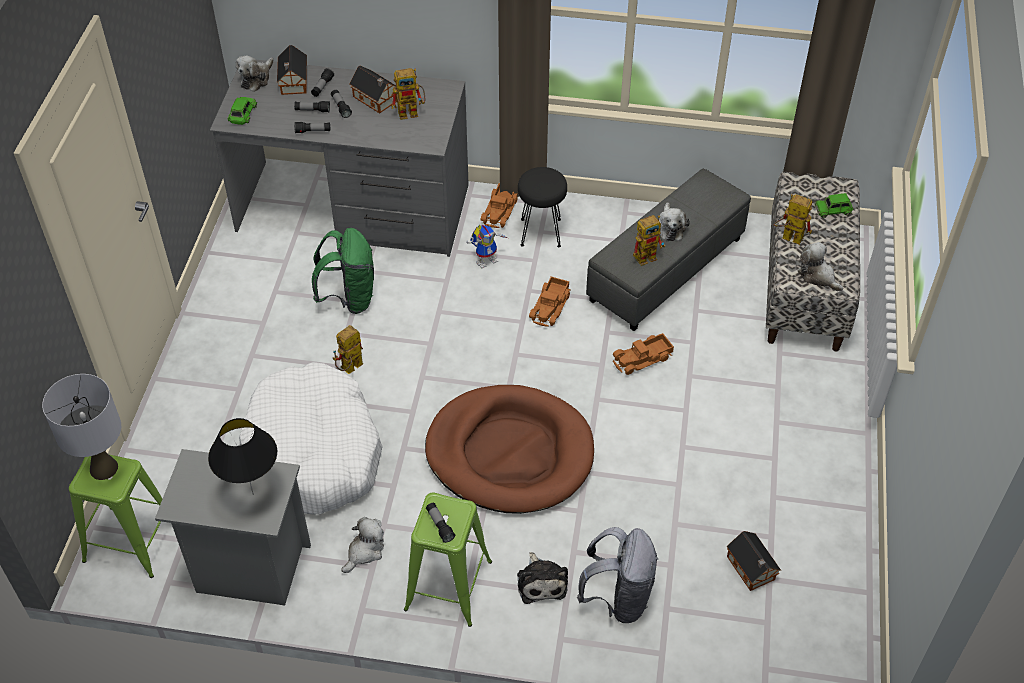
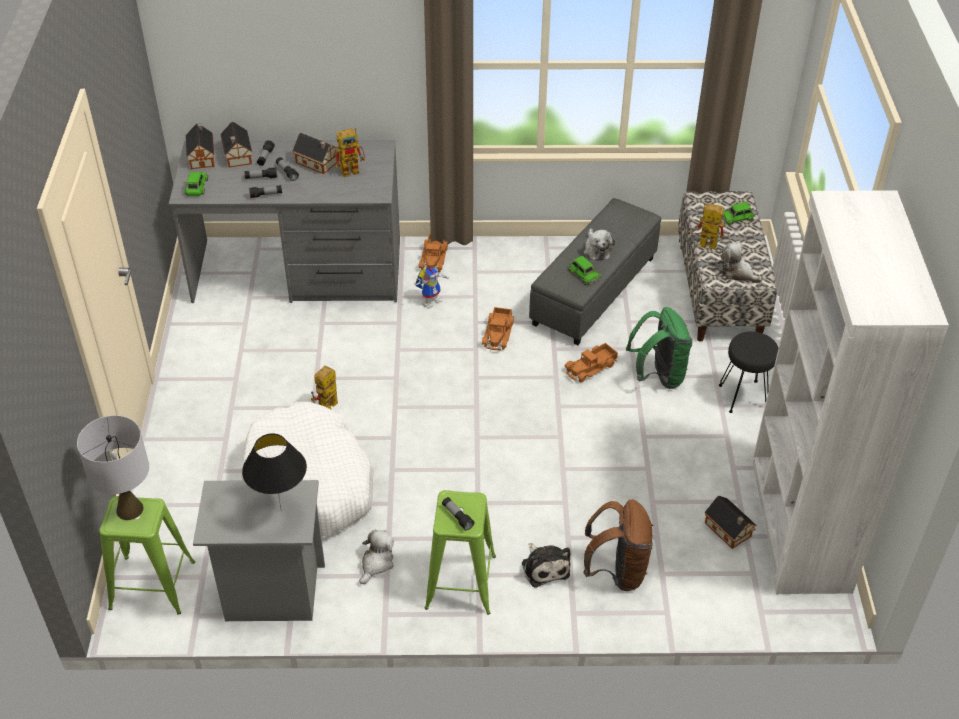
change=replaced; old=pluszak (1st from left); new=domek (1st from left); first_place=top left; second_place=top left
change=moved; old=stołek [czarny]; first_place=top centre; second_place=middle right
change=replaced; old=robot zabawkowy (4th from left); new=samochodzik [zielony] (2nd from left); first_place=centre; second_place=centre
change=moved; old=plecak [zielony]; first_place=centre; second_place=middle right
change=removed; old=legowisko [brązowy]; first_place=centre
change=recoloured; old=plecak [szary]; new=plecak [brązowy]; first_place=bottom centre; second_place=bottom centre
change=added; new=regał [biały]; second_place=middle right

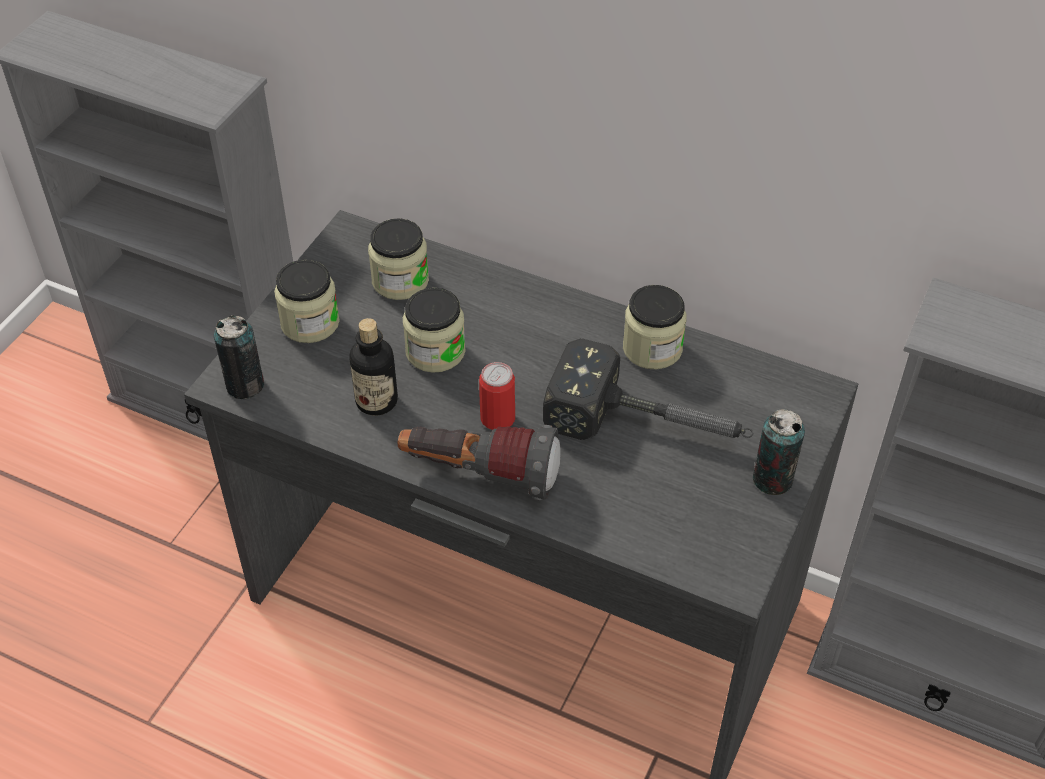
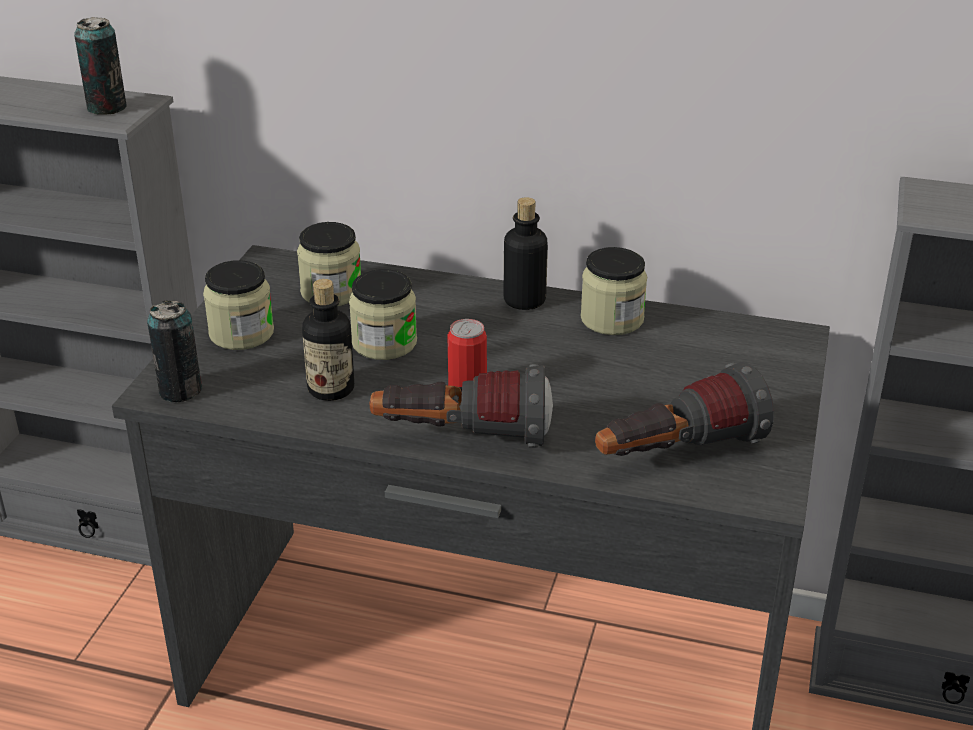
change=removed; old=młotek; first_place=centre
change=moved; old=puszka (3rd from left in the first image); new=puszka (1st from left); first_place=middle right; second_place=top left
change=added; new=butelka (2nd from left); second_place=centre
change=added; new=latarka (2nd from left); second_place=middle right

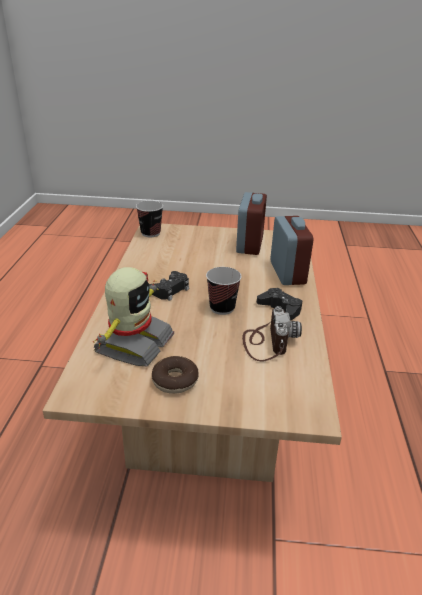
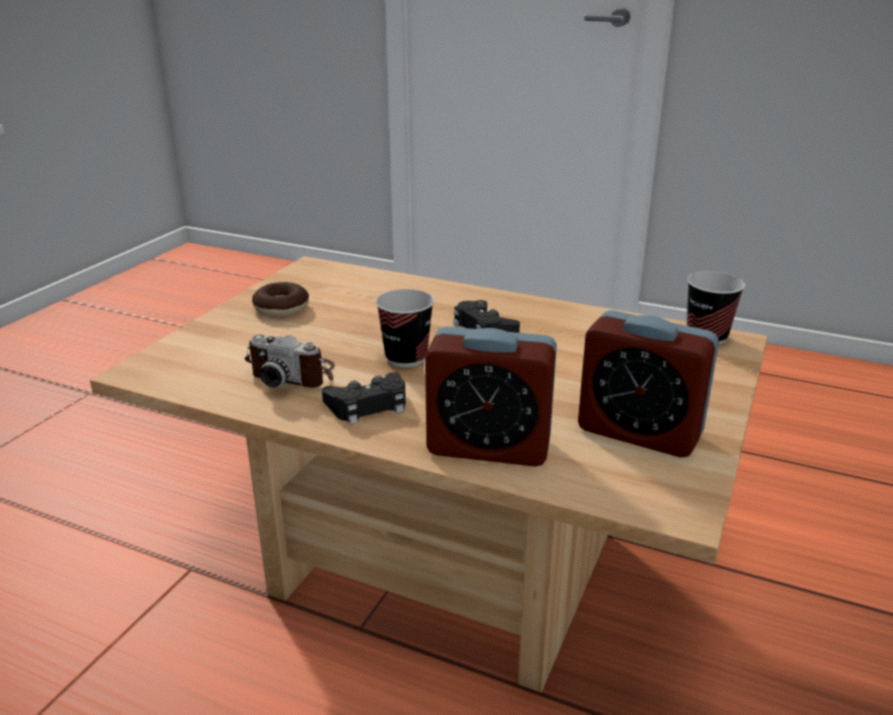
change=removed; old=robot zabawkowy; first_place=middle left

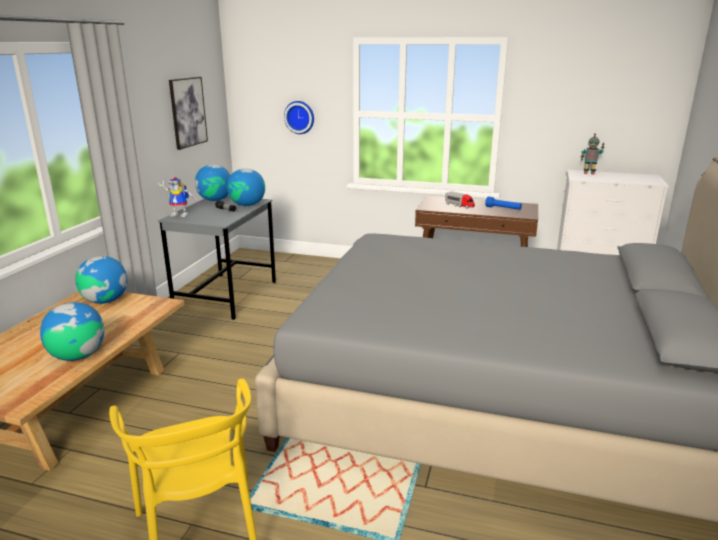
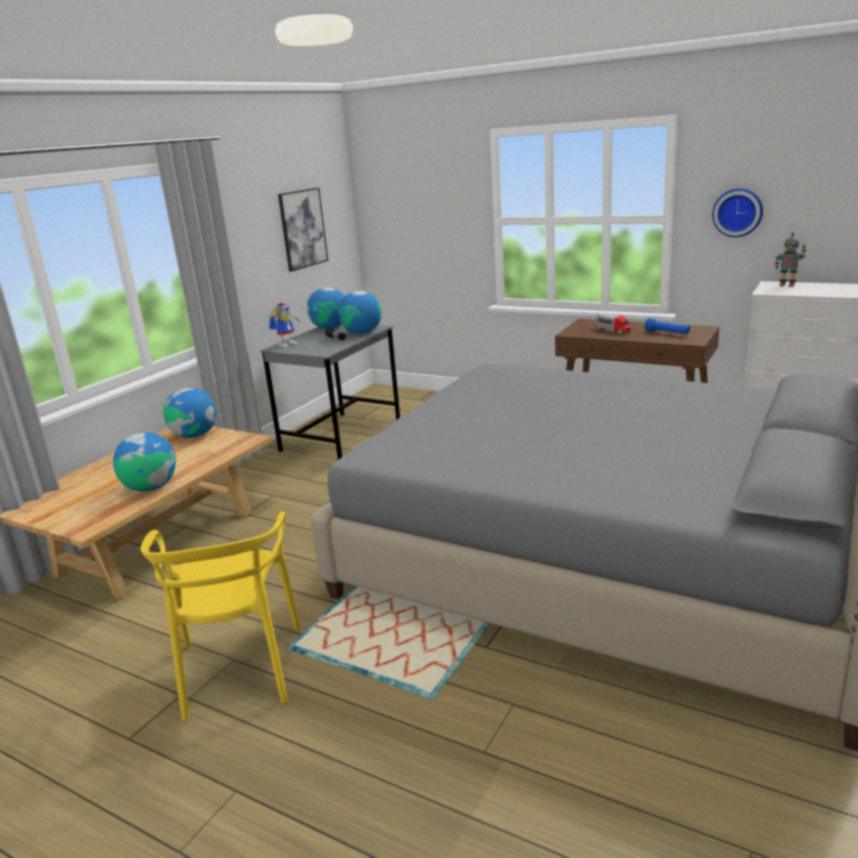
change=moved; old=zegar ścienny; first_place=top centre; second_place=top right
change=turned; old=robot zabawkowy (1st from left); first_place=middle left; second_place=middle left; degrees=-75

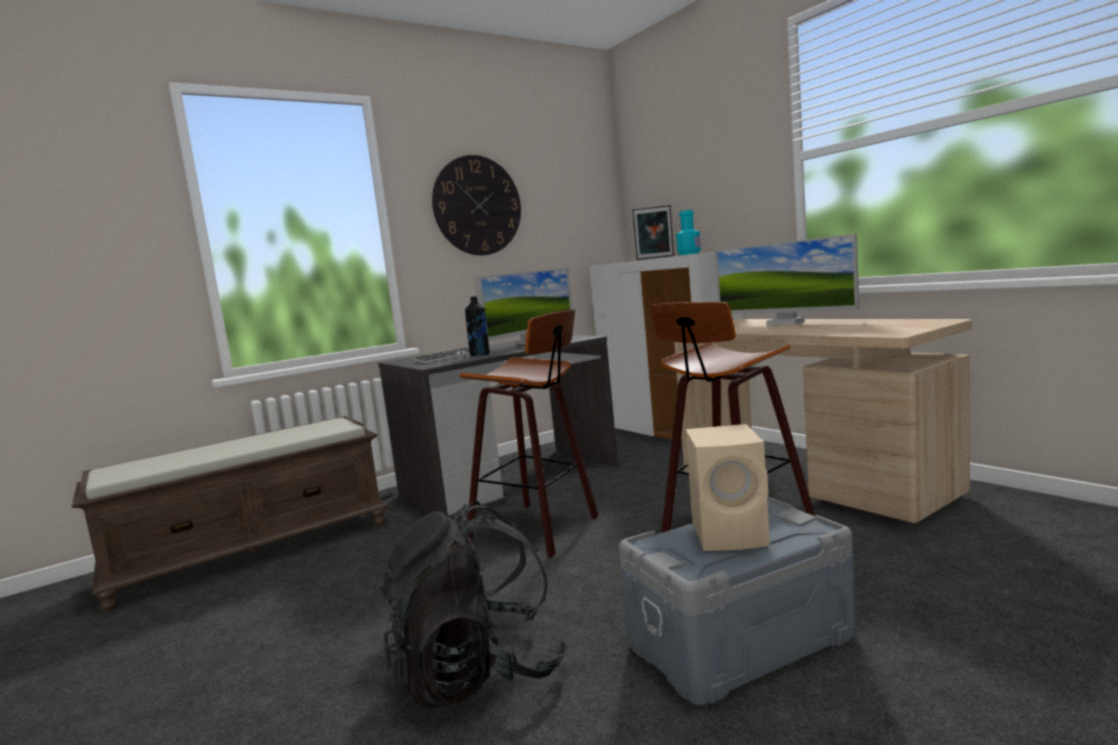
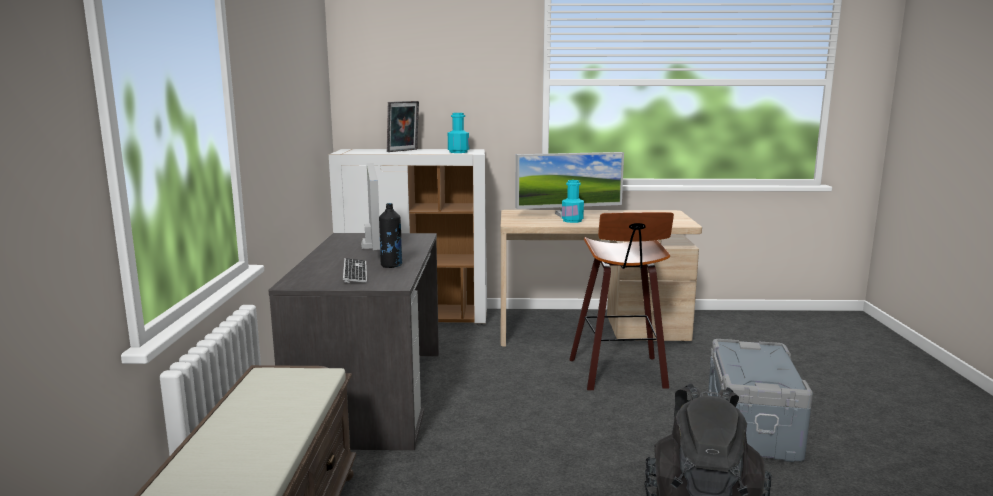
change=removed; old=zegar ścienny; first_place=top centre
change=removed; old=stołek (1st from left); first_place=centre
change=removed; old=głośnik [beżowy]; first_place=centre
change=added; new=butelka [turkusowy] (2nd from left); second_place=centre

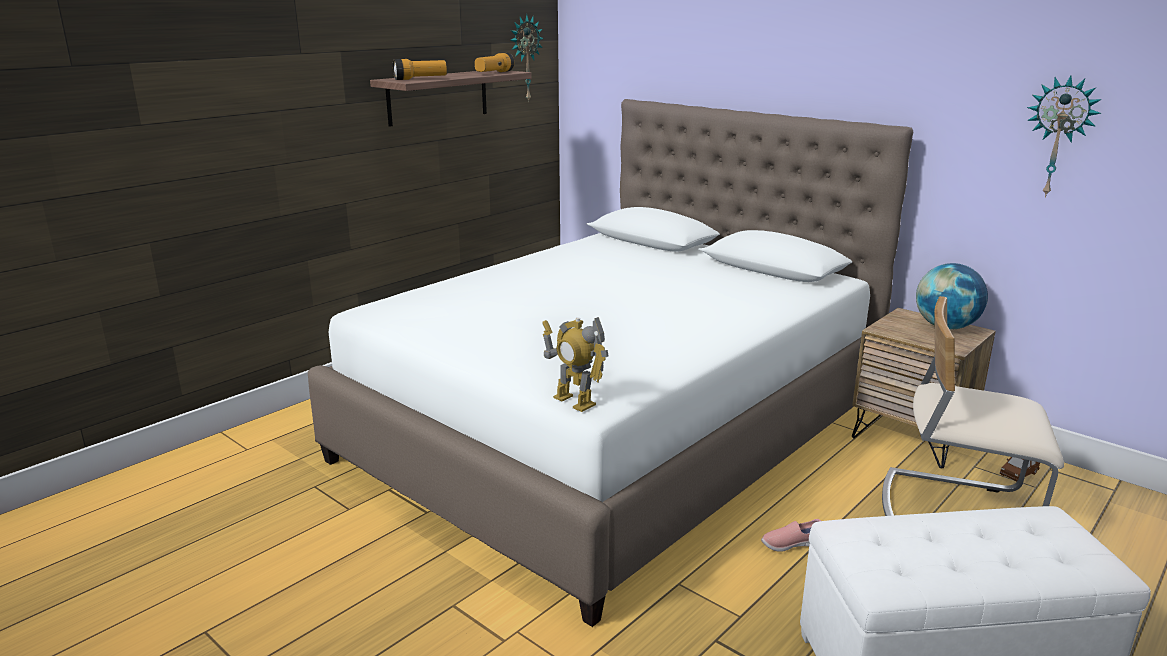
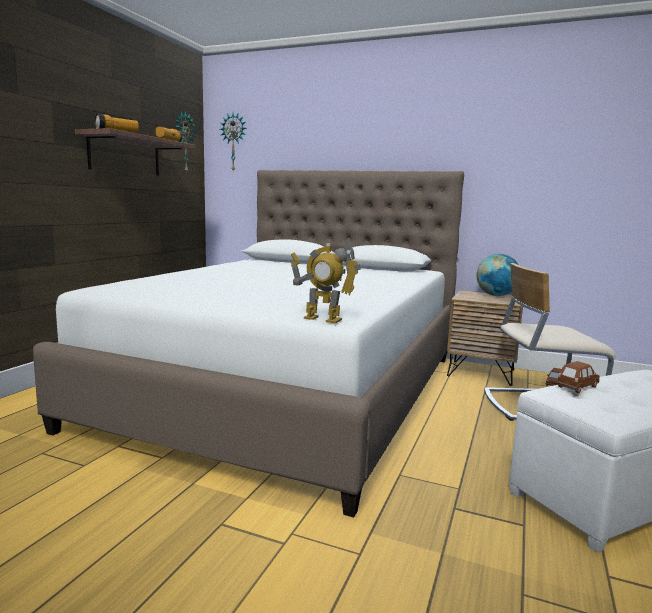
change=moved; old=zegar ścienny (2nd from left); first_place=top right; second_place=top centre
change=removed; old=but [różowy]; first_place=bottom right
change=added; new=samochodzik [brązowy] (2nd from left); second_place=middle right

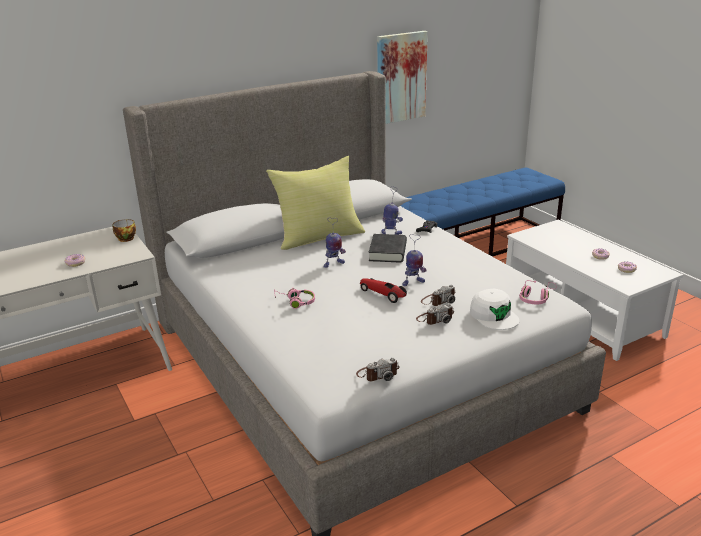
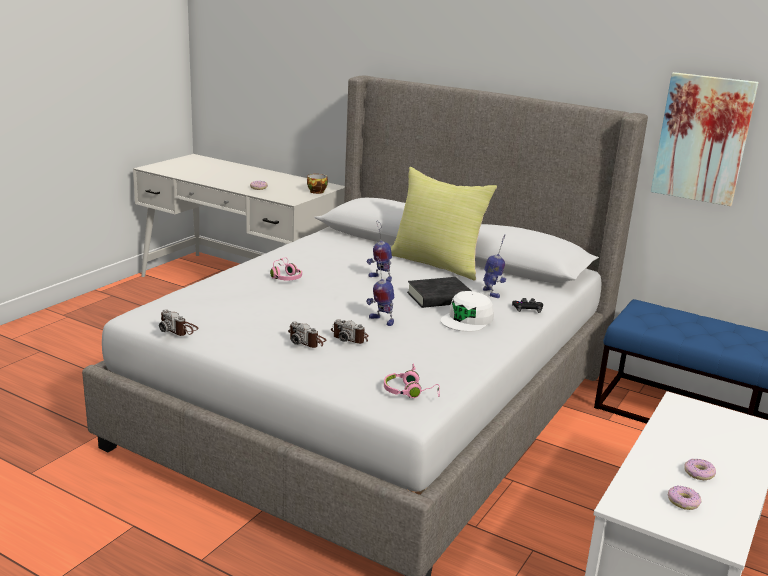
change=removed; old=samochodzik; first_place=centre
change=moved; old=czapka z daszkiem [biały]; first_place=middle right; second_place=centre

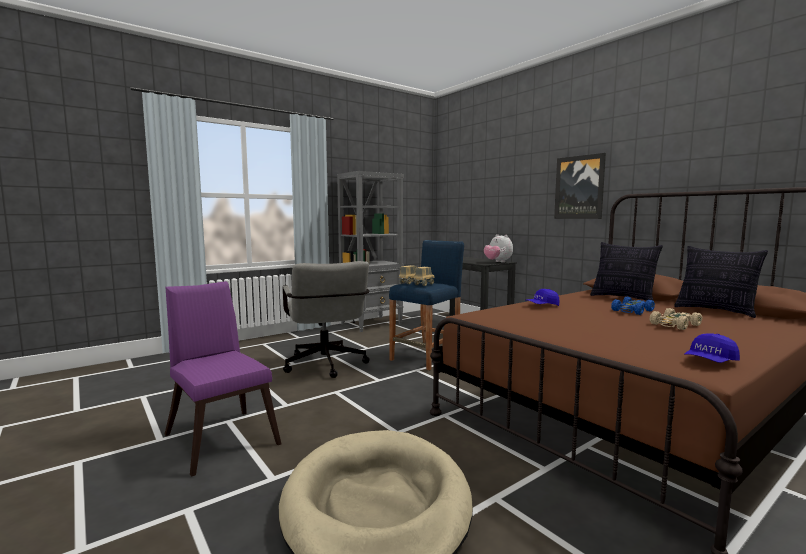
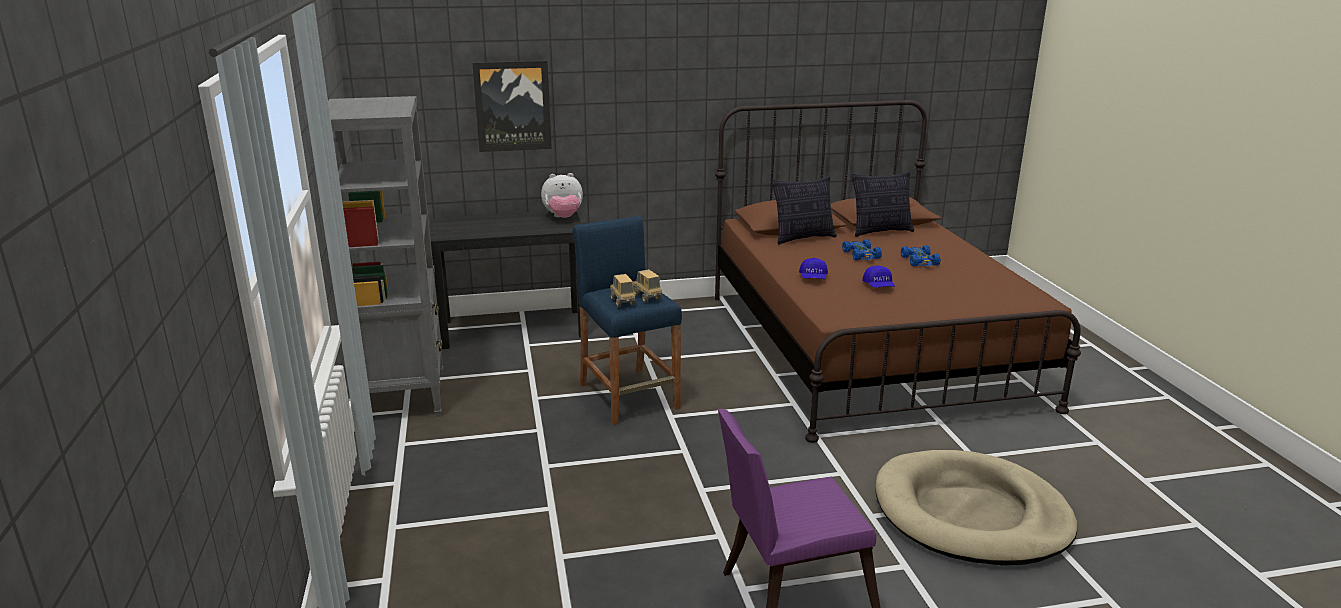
change=moved; old=obraz; first_place=middle right; second_place=top centre
change=removed; old=krzesło biurowe [szary]; first_place=centre
change=recoloured; old=samochodzik [beżowy]; new=samochodzik [niebieski] (2nd from left); first_place=middle right; second_place=middle right
change=moved; old=czapka z daszkiem [niebieski] (2nd from left); first_place=middle right; second_place=centre

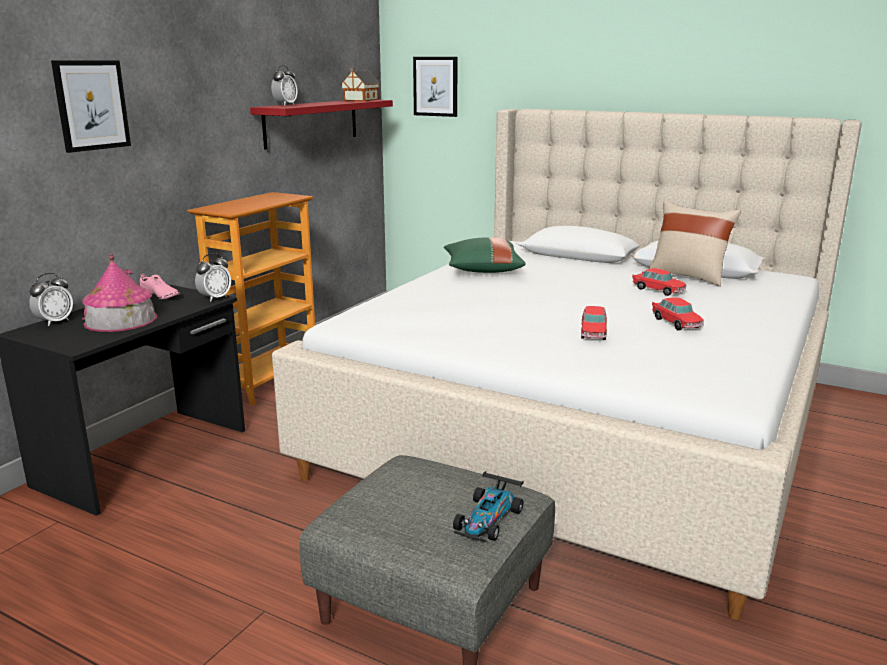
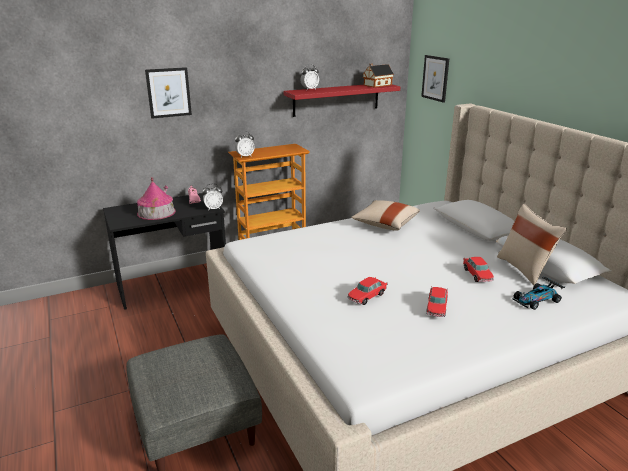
change=recoloured; old=poduszka [zielony]; new=poduszka [beżowy] (1st from left); first_place=centre; second_place=centre
change=moved; old=budzik (1st from left in the first image); new=budzik (2nd from left); first_place=middle left; second_place=top centre
change=moved; old=samochodzik (1st from left in the first image); new=samochodzik (4th from left); first_place=bottom centre; second_place=middle right

